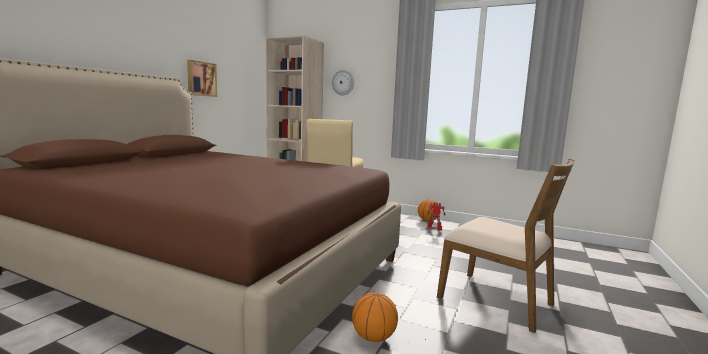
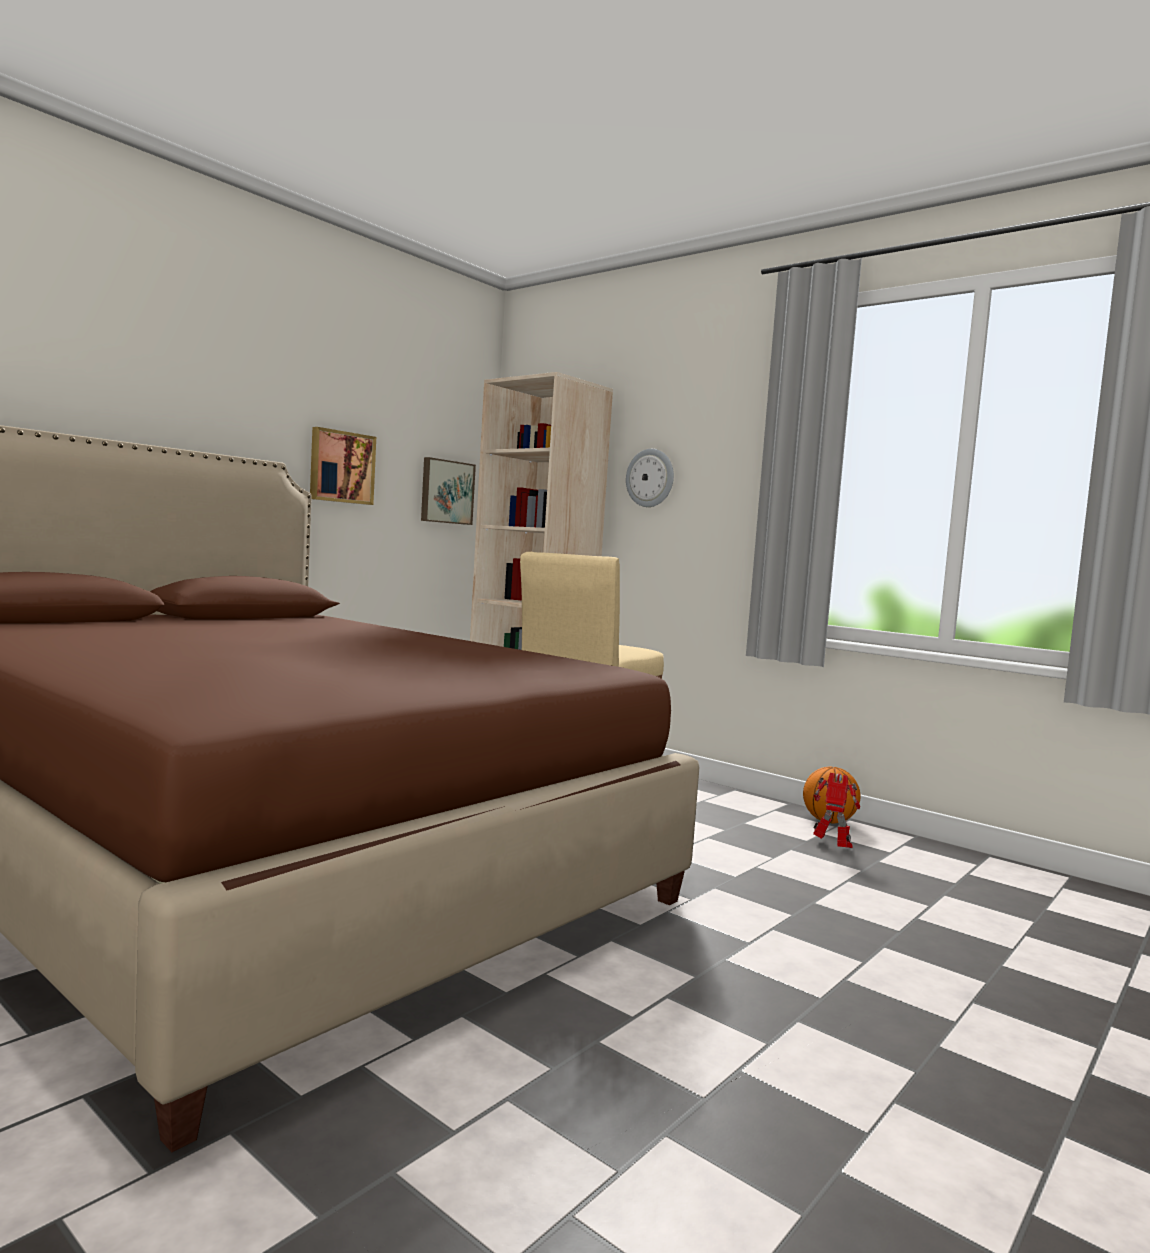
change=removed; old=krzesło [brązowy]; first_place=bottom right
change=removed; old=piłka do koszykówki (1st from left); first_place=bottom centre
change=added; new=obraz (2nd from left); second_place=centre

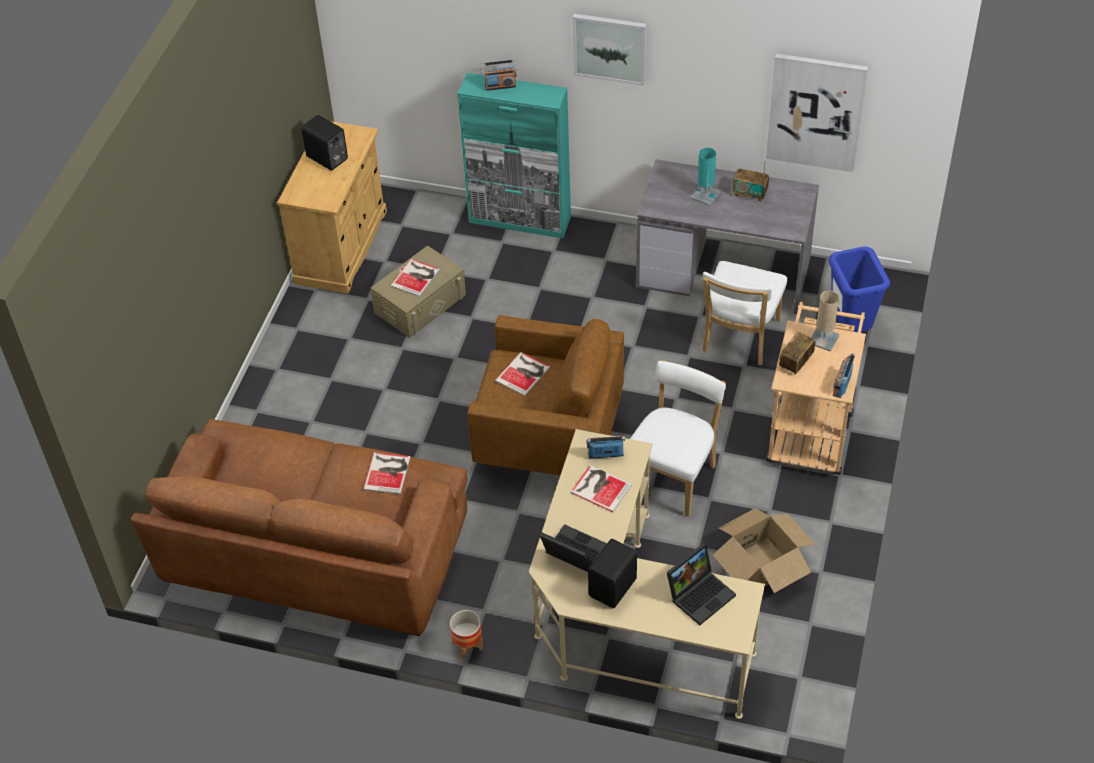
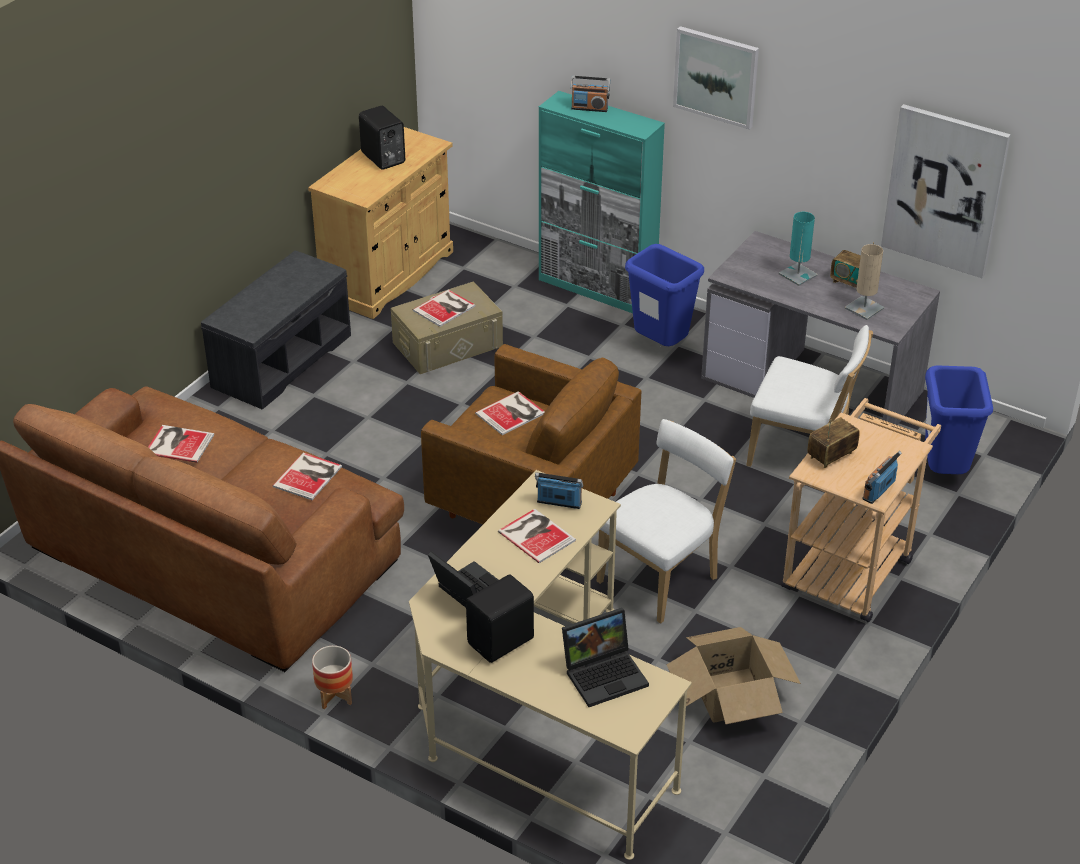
change=turned; old=krzesło [biały] (2nd from left); first_place=middle right; second_place=middle right; degrees=-105
change=moved; old=lampa stołowa [beżowy]; first_place=middle right; second_place=top right
change=added; new=kosz na śmieci [niebieski] (1st from left); second_place=centre
change=added; new=ławka [szary]; second_place=middle left
change=added; new=książka (1st from left); second_place=middle left

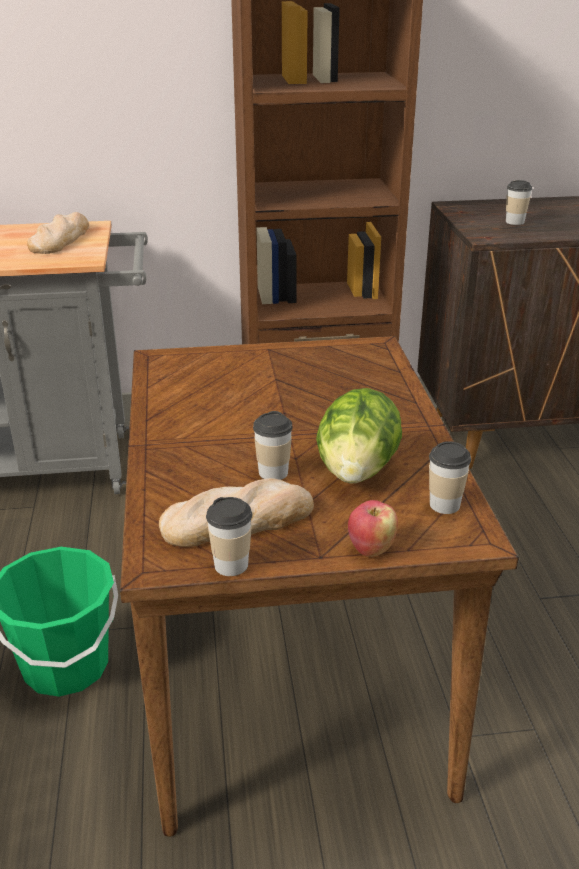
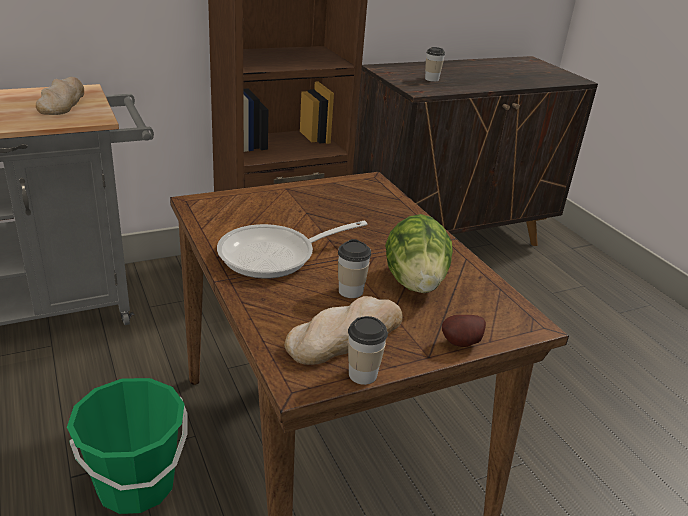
change=removed; old=filiżanka (3rd from left); first_place=middle right
change=replaced; old=jabłko; new=ziemniak; first_place=centre; second_place=middle right
change=added; new=patelnia; second_place=centre

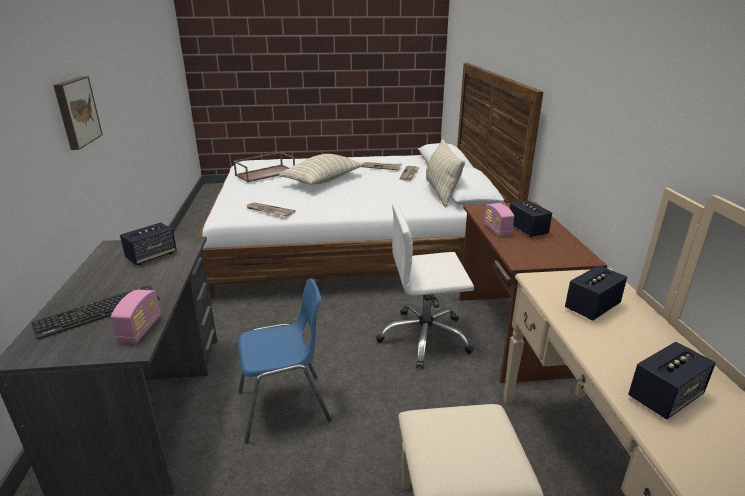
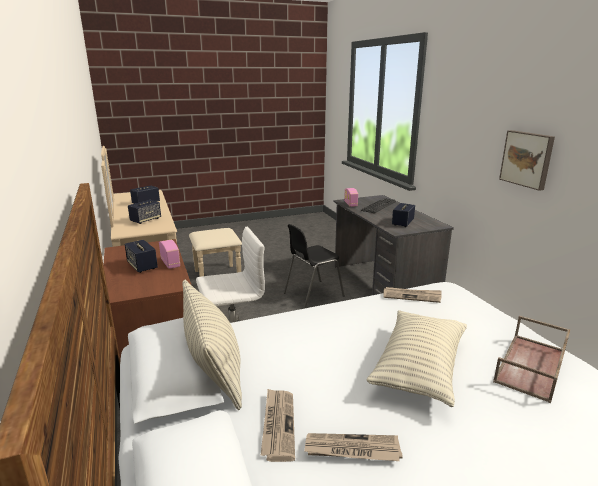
change=recoloured; old=krzesło [niebieski]; new=krzesło [czarny]; first_place=bottom centre; second_place=centre

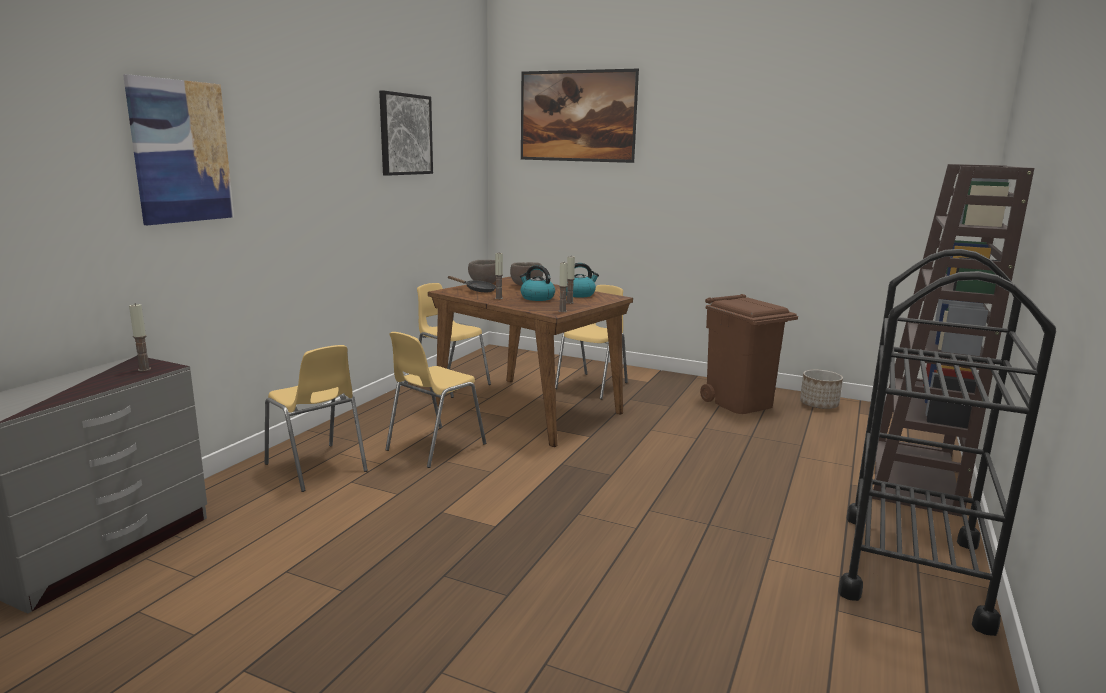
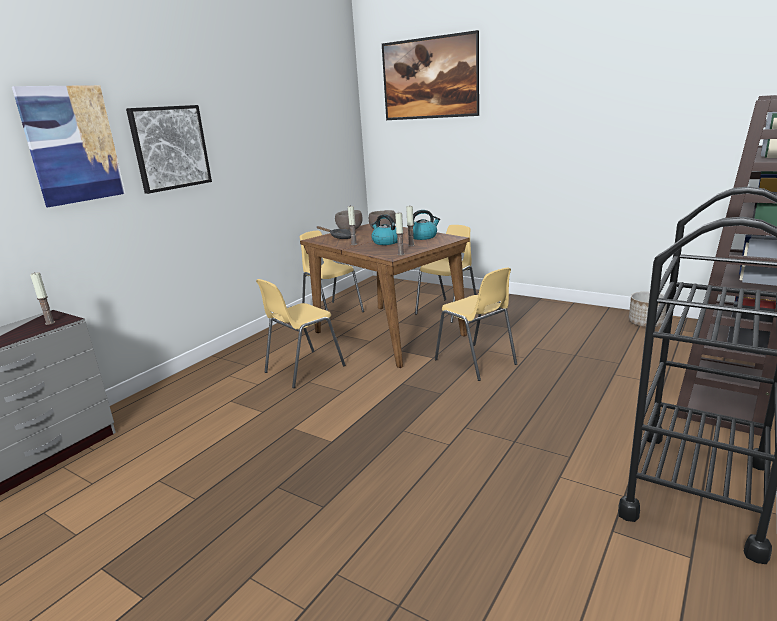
change=moved; old=obraz (2nd from left); first_place=top centre; second_place=top left
change=removed; old=kosz na śmieci [brązowy]; first_place=middle right
change=moved; old=krzesło [żółty] (1st from left in the first image); new=krzesło [żółty] (4th from left); first_place=middle left; second_place=centre

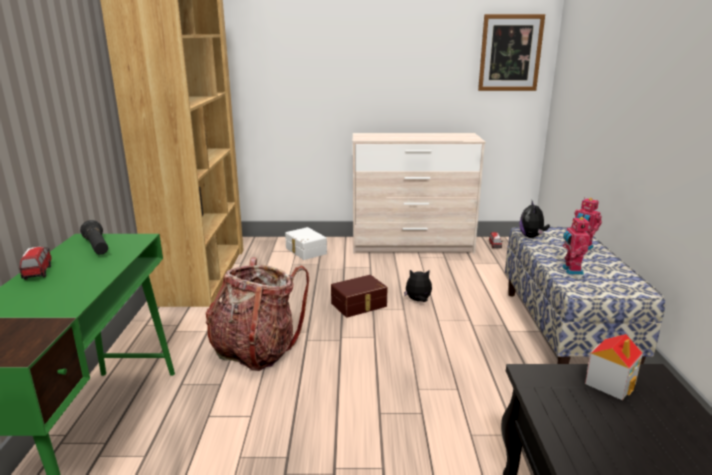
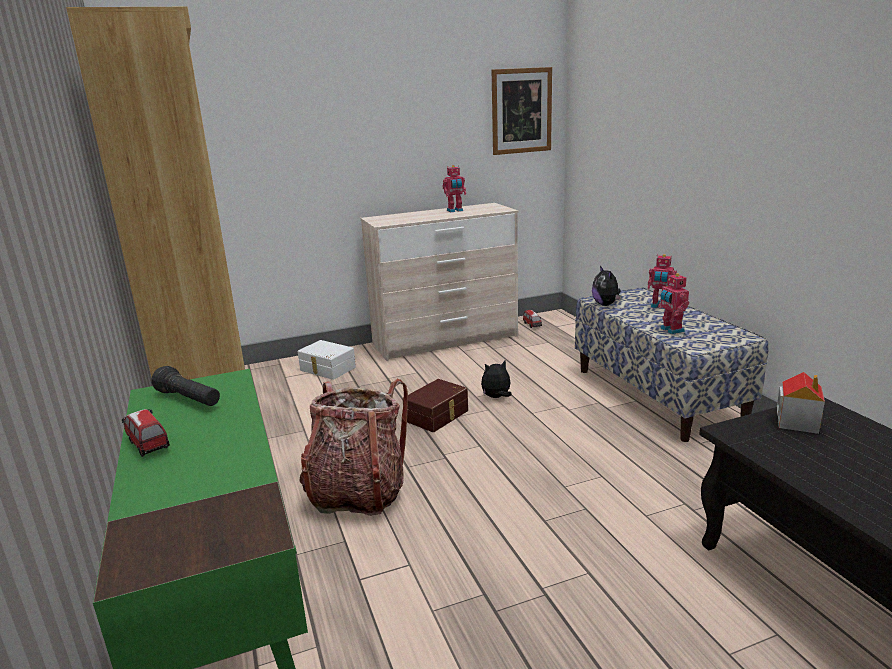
change=added; new=robot zabawkowy (1st from left); second_place=top centre

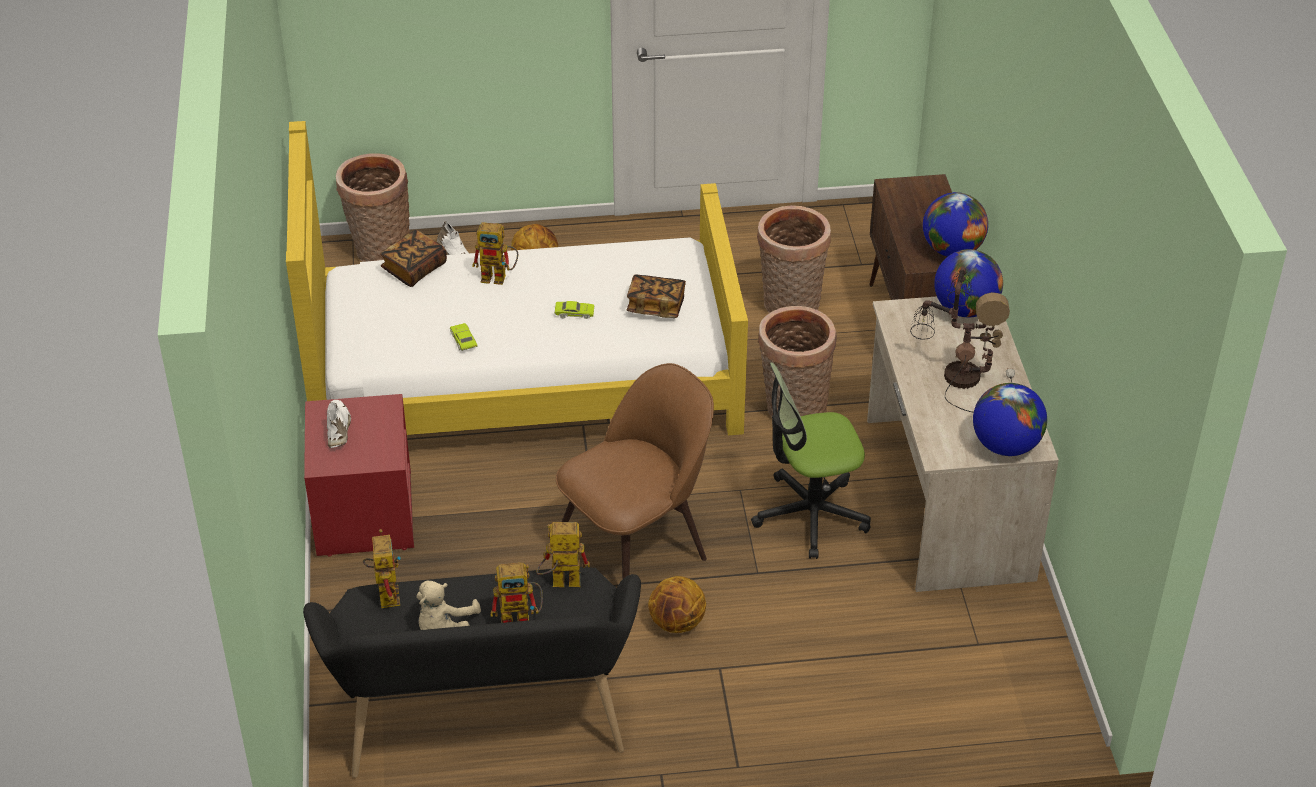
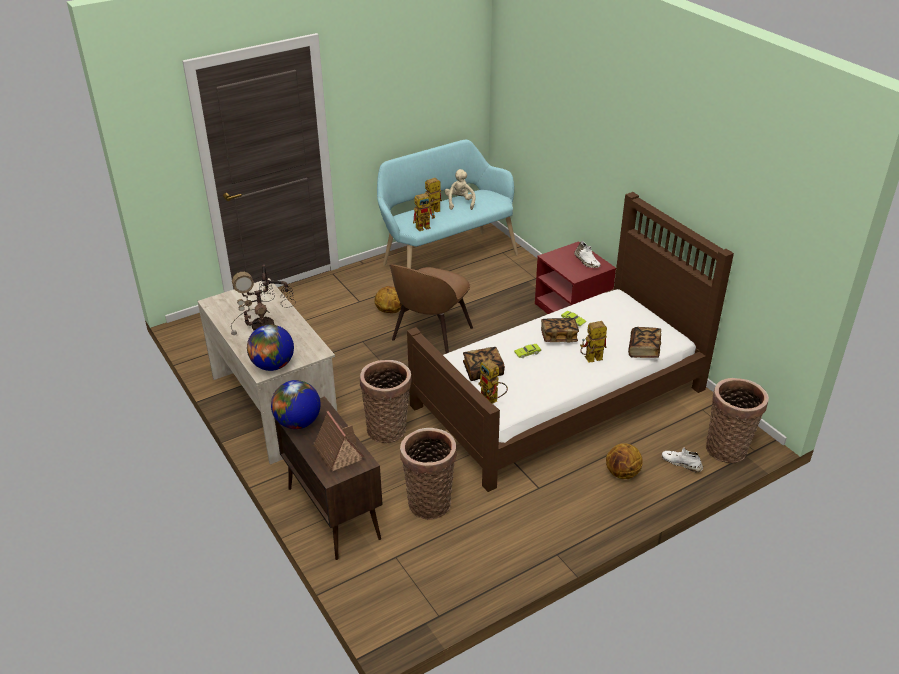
change=recoloured; old=łóżko [żółty]; new=łóżko [brązowy]; first_place=centre; second_place=centre
change=removed; old=krzesło biurowe; first_place=centre
change=removed; old=globus (3rd from left); first_place=middle right
change=moved; old=robot zabawkowy (1st from left in the first image); new=robot zabawkowy (3rd from left); first_place=bottom left; second_place=centre
change=recoloured; old=ławka [czarny]; new=ławka [turkusowy]; first_place=bottom centre; second_place=top centre
change=added; new=książka (2nd from left); second_place=centre
change=added; new=domek; second_place=centre

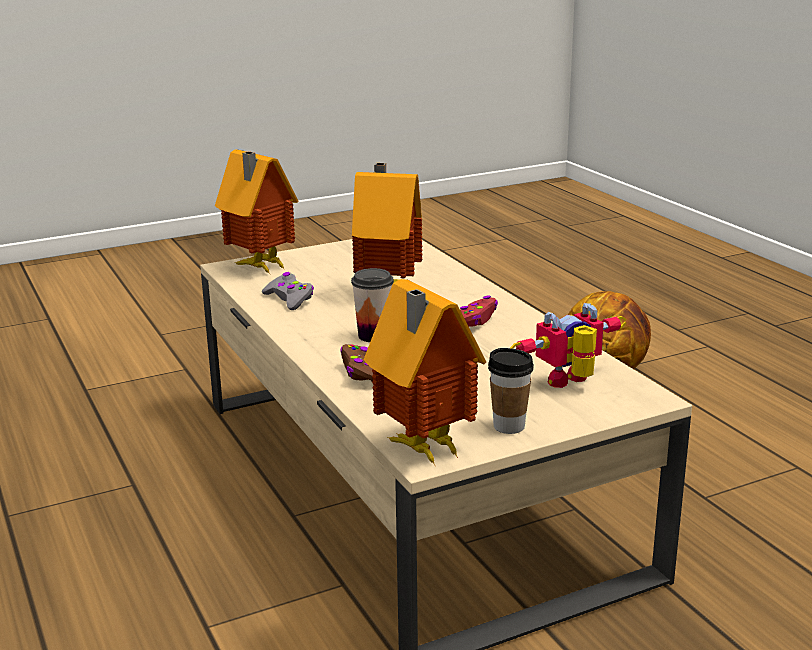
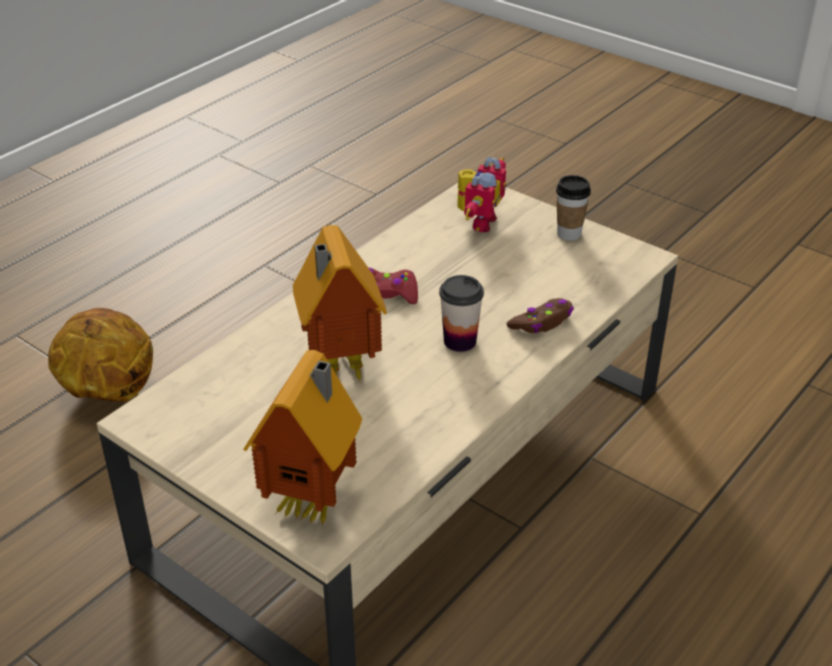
change=removed; old=pad do gier [szary]; first_place=centre
change=removed; old=domek (3rd from left); first_place=centre
change=turned; old=robot zabawkowy; first_place=middle right; second_place=top centre; degrees=-105

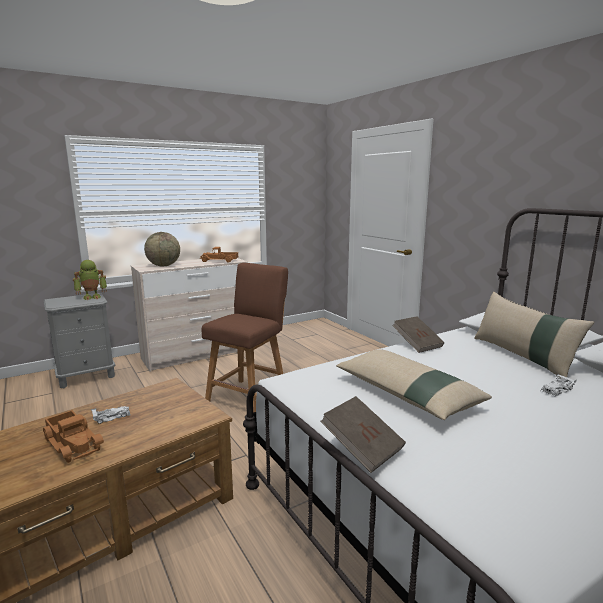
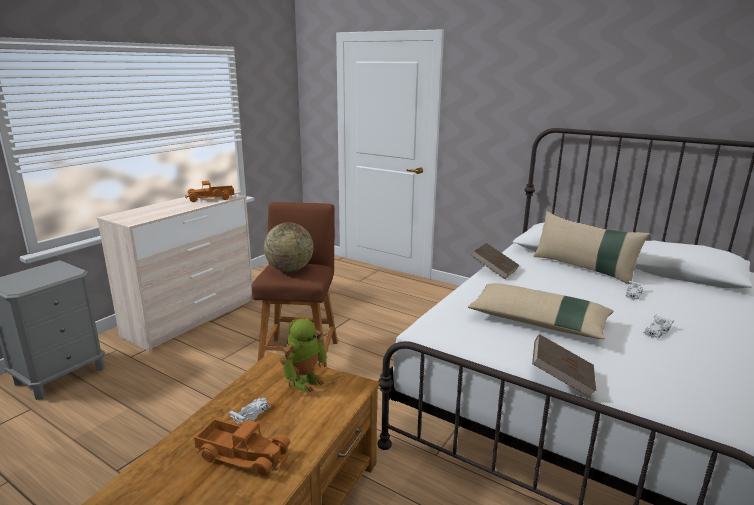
change=moved; old=globus; first_place=middle left; second_place=centre
change=moved; old=robot zabawkowy; first_place=middle left; second_place=bottom centre
change=added; new=samochodzik [biały] (3rd from left); second_place=middle right

